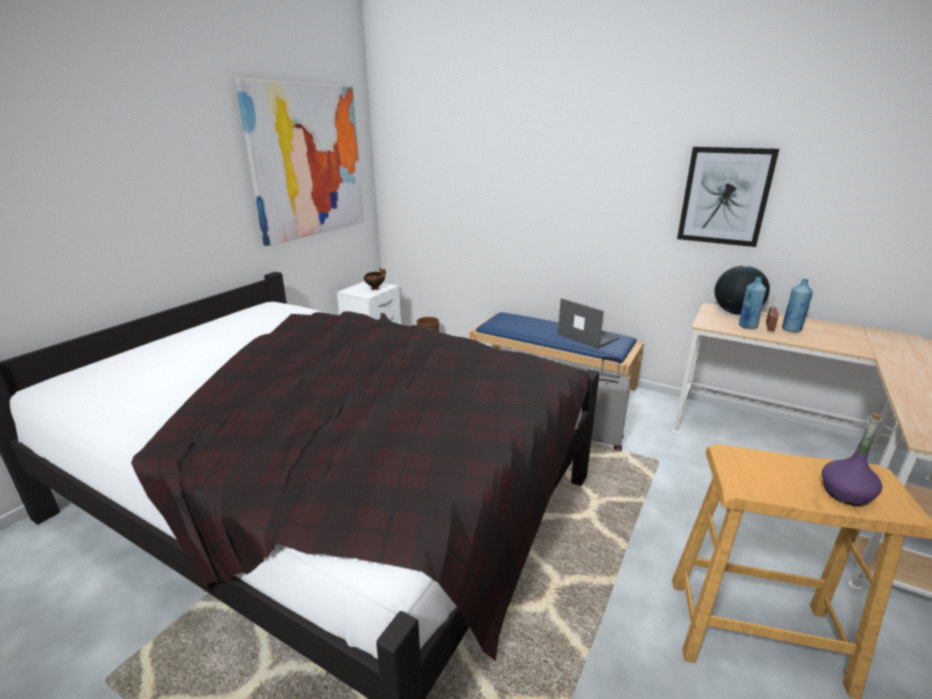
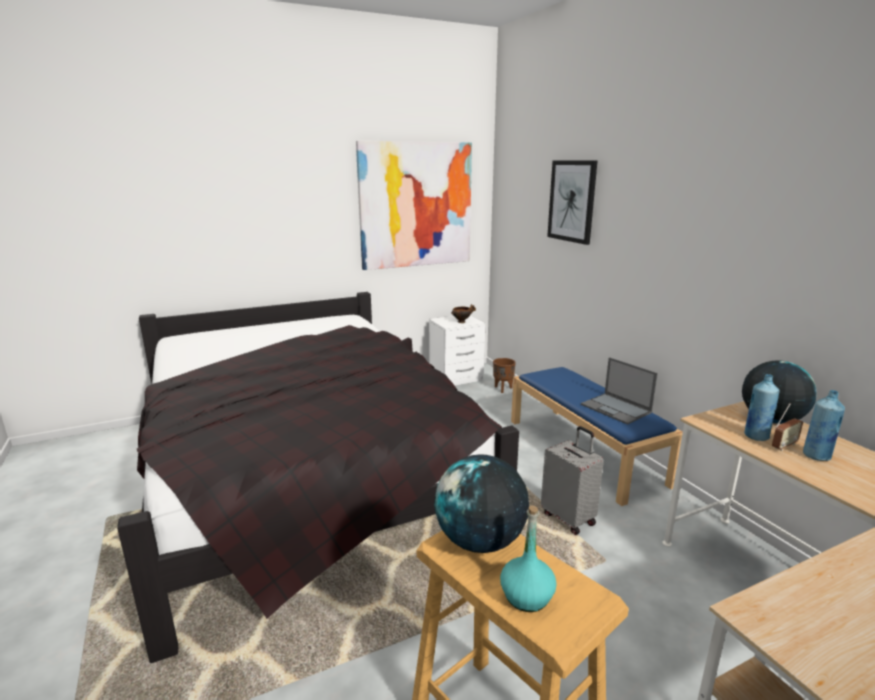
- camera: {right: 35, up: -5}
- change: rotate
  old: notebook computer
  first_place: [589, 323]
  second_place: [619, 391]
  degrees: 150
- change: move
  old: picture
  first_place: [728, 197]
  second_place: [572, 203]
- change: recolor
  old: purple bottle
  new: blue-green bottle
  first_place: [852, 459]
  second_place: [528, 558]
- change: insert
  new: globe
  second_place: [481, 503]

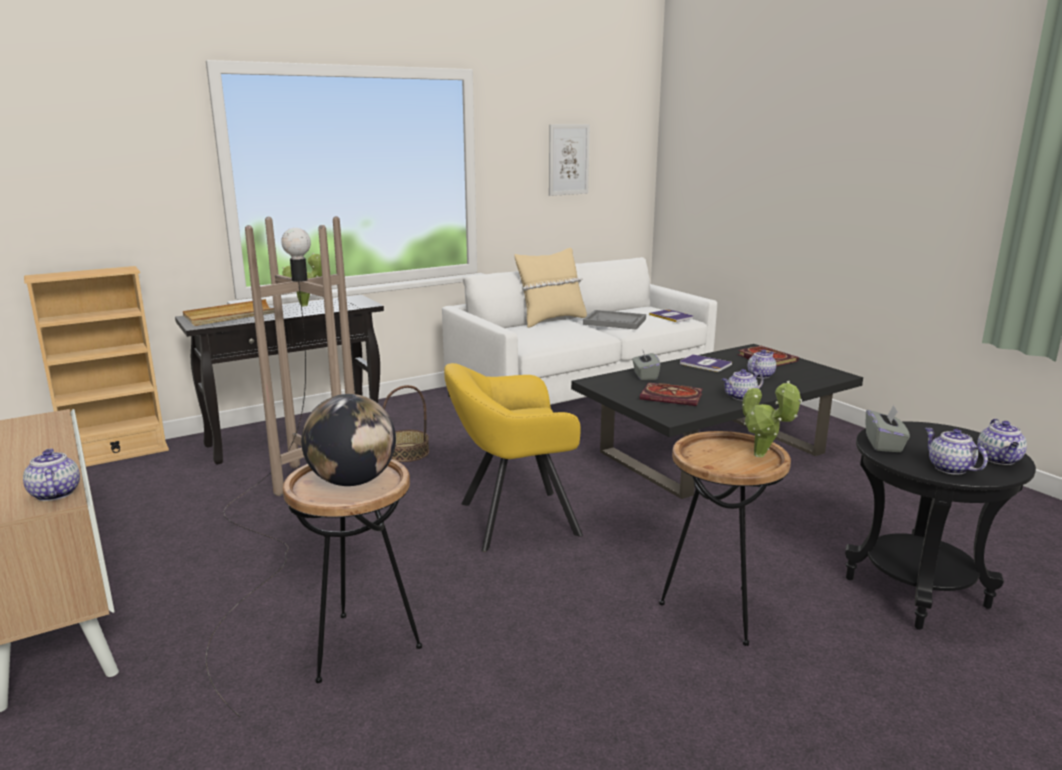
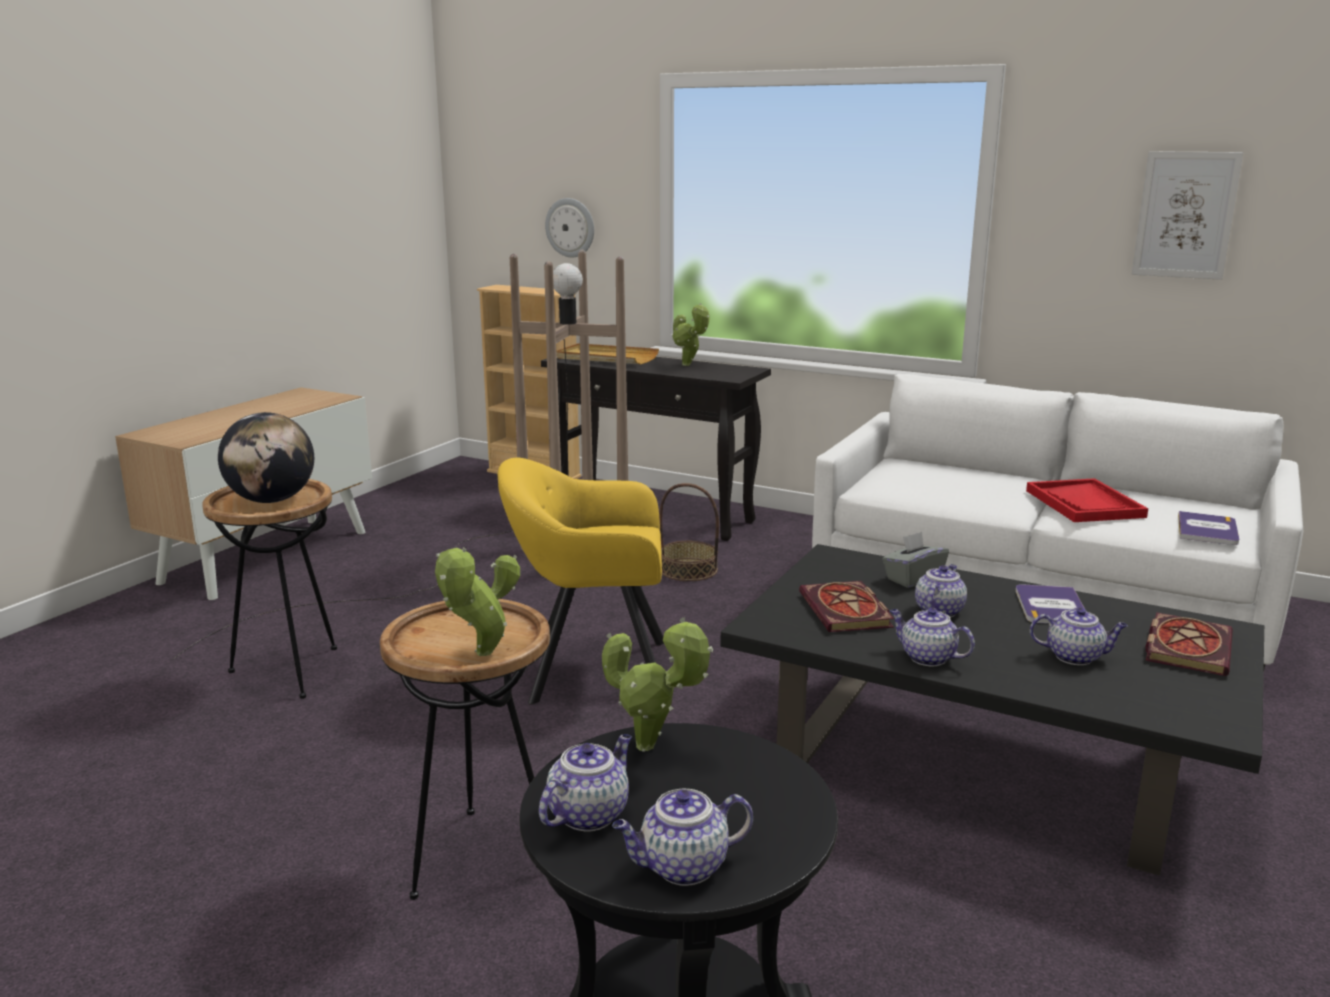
- camera: {right: 60, up: 0}
- change: move
  old: tea pot
  first_place: [51, 474]
  second_place: [941, 591]
- change: rotate
  old: yellowish lounge chair
  first_place: [513, 457]
  second_place: [581, 581]
  degrees: -45
- change: delete
  old: beige-coloured throw pillow
  first_place: [550, 288]
- change: recolor
  old: grey serving tray
  new: red serving tray
  first_place: [614, 319]
  second_place: [1087, 500]
- change: replace
  old: grey tissue box
  new: plant in a pot
  first_place: [888, 428]
  second_place: [657, 684]
- change: insert
  new: wall clock
  second_place: [569, 227]

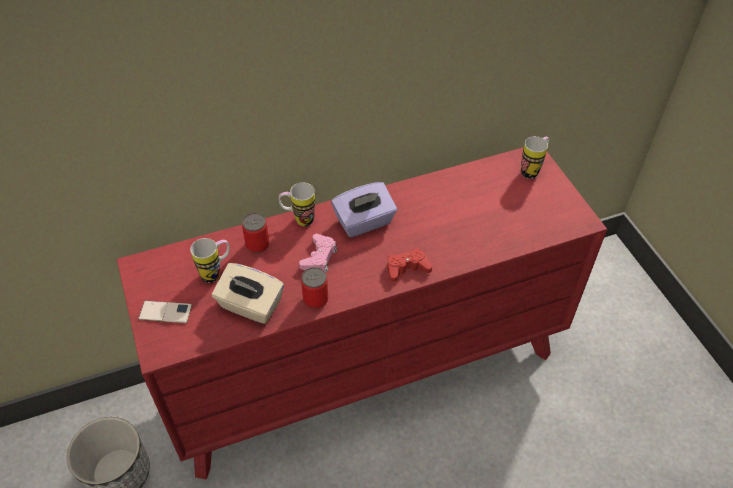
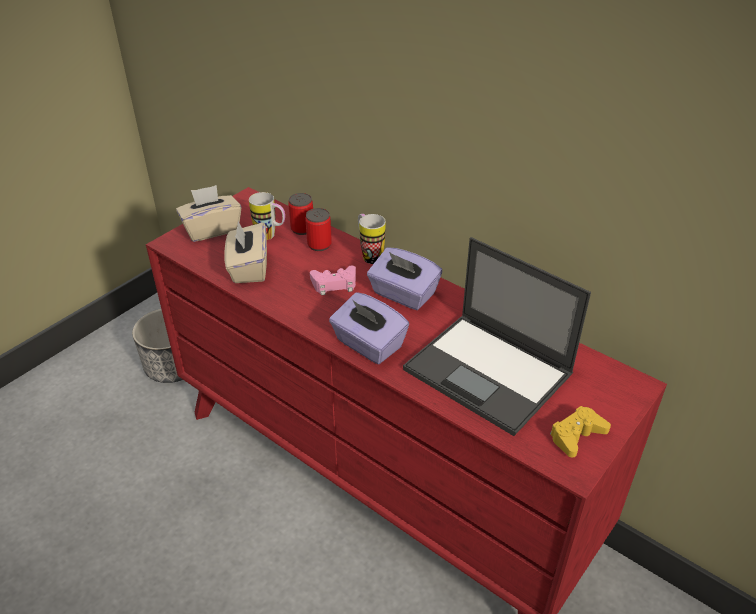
- camera: {right: 60, up: -10}
- change: replace
  old: handset
  new: beige-coloured tissue box
  first_place: [165, 312]
  second_place: [209, 213]
- change: move
  old: sealed can
  first_place: [314, 288]
  second_place: [300, 214]
- change: replace
  old: red joypad
  new: purple tissue box
  first_place: [410, 265]
  second_place: [369, 328]
- change: delete
  old: coffee mug
  first_place: [535, 157]
- change: insert
  new: notebook computer
  second_place: [497, 336]
- change: insert
  new: yellowish joypad
  second_place: [580, 431]

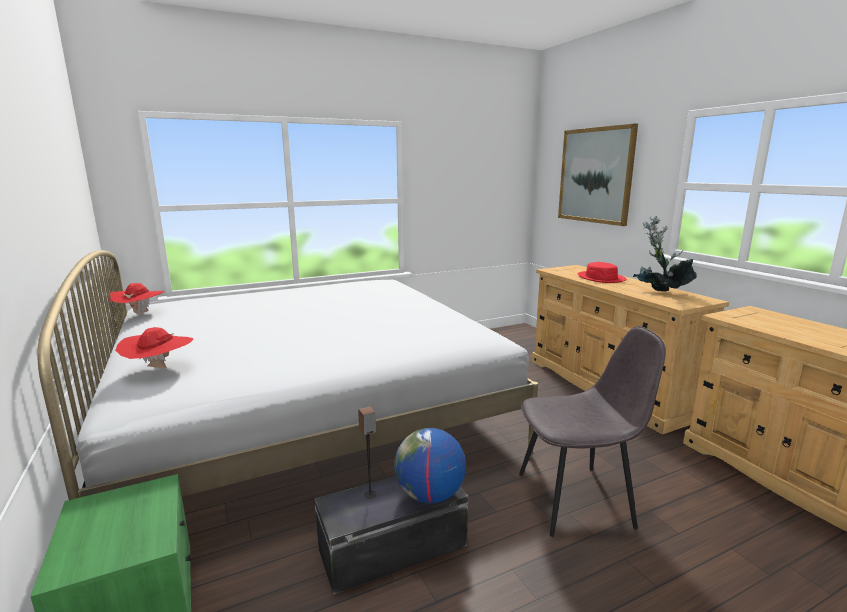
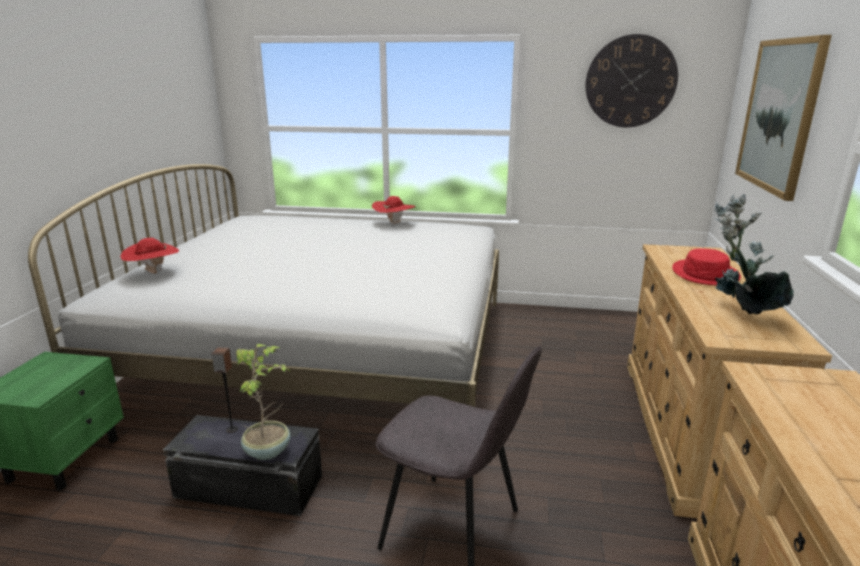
- camera: {right: 35, up: 5}
- change: move
  old: red clothing hat
  first_place: [136, 299]
  second_place: [393, 211]
- change: replace
  old: globe
  new: plant in a pot
  first_place: [430, 466]
  second_place: [263, 402]
- change: insert
  new: wall clock
  second_place: [632, 80]

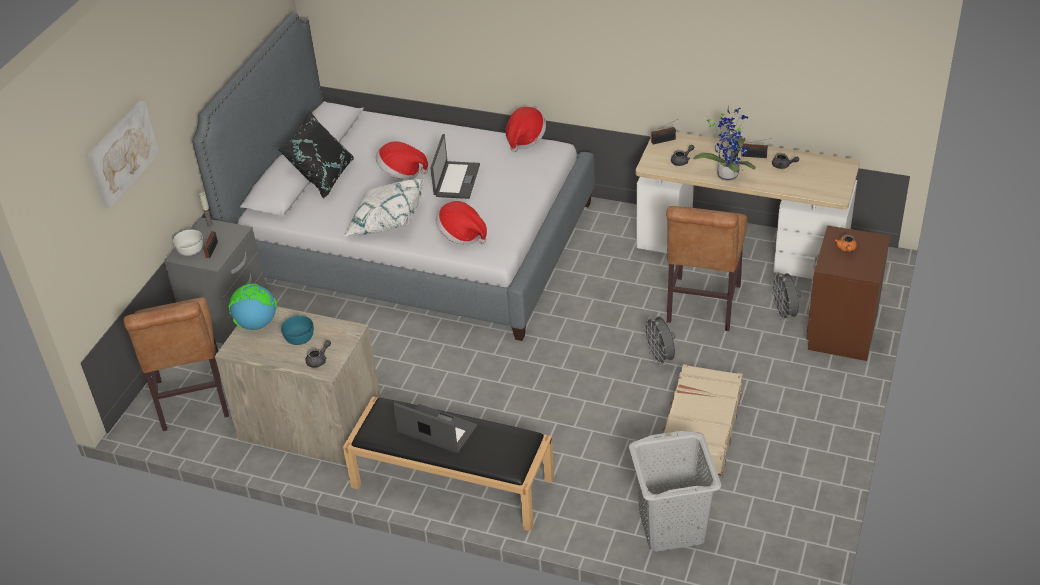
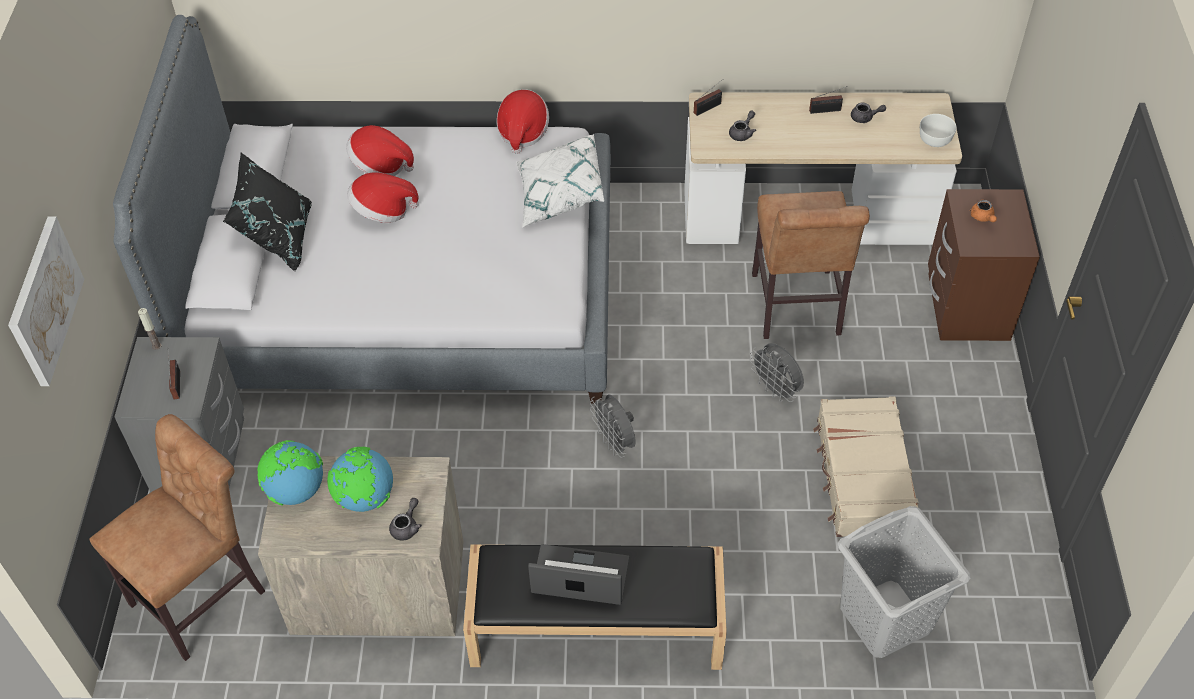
- camera: {right: -20, up: 10}
- change: rotate
  old: brownish chair
  first_place: [176, 364]
  second_place: [177, 537]
  degrees: -105
- change: move
  old: white serving bowl
  first_place: [188, 243]
  second_place: [938, 130]
- change: replace
  old: blue-green serving bowl
  new: globe
  first_place: [297, 330]
  second_place: [360, 479]
- change: move
  old: white throw pillow
  first_place: [384, 208]
  second_place: [560, 181]
- change: delete
  old: notebook computer
  first_place: [455, 166]
- change: move
  old: clothing hat
  first_place: [461, 223]
  second_place: [380, 150]
- change: delete
  old: plant in a pot
  first_place: [725, 143]
- change: move
  old: grey fan
  first_place: [785, 296]
  second_place: [612, 426]

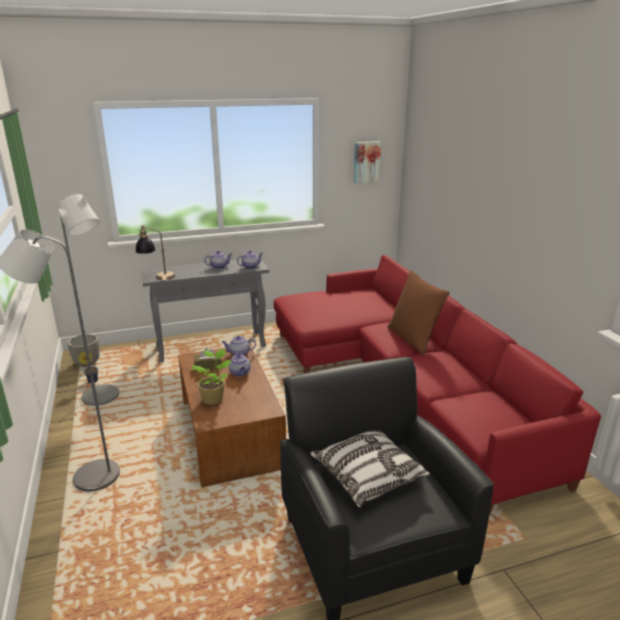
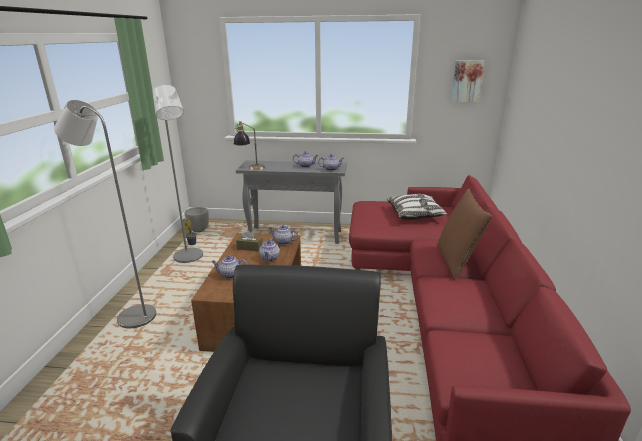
- camera: {right: 25, up: 0}
- change: replace
  old: plant in a pot
  new: tea pot
  first_place: [210, 377]
  second_place: [229, 267]
- change: move
  old: throw pillow
  first_place: [370, 469]
  second_place: [417, 207]

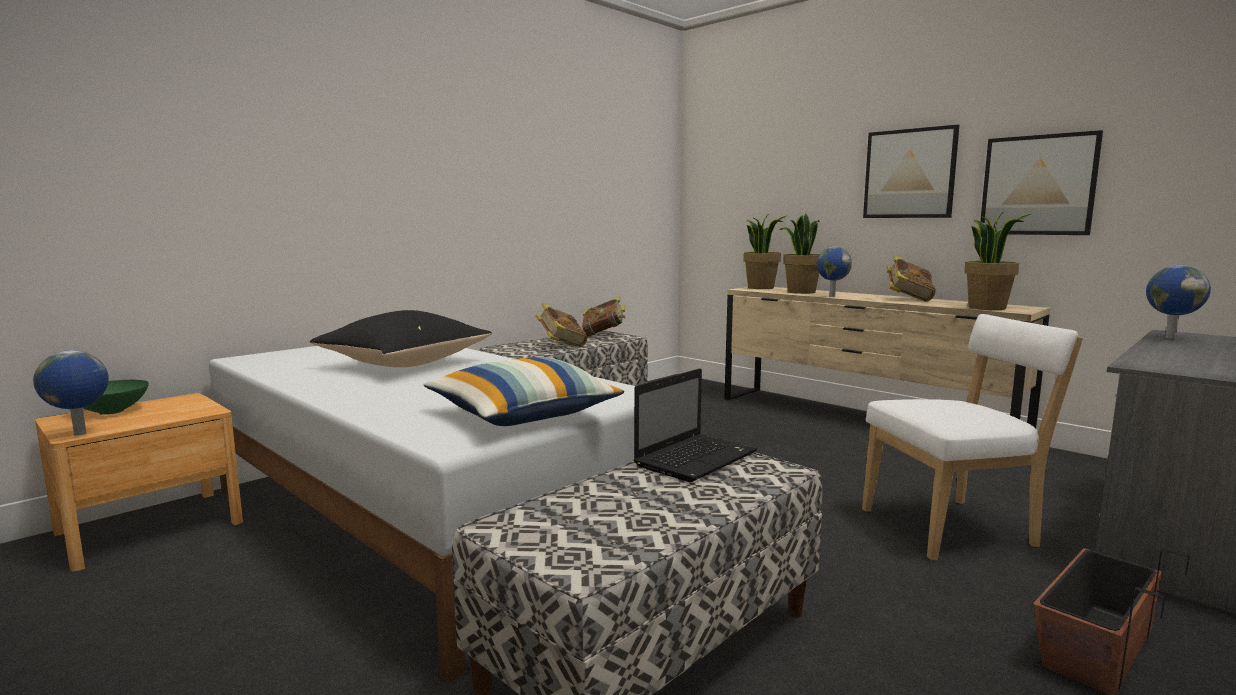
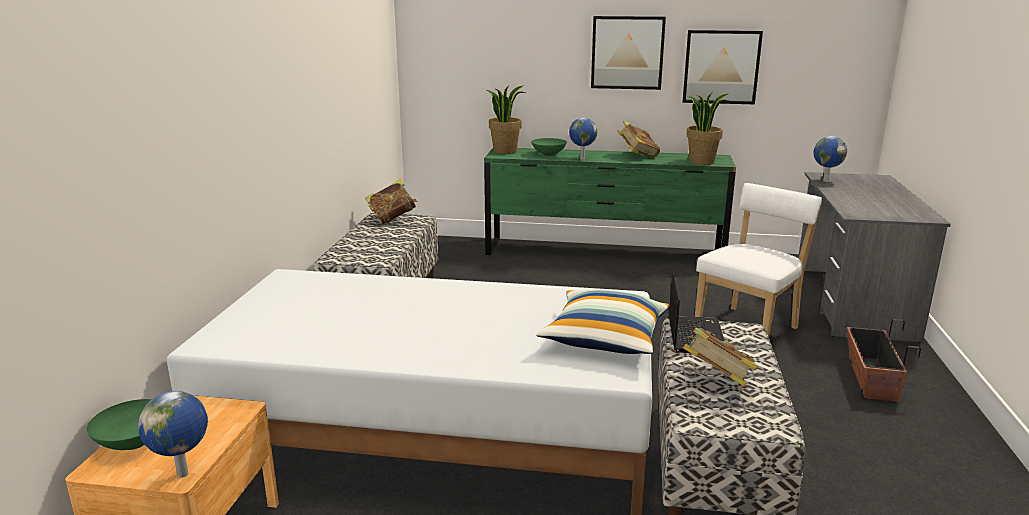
- camera: {right: -35, up: 10}
- change: delete
  old: black-coloured throw pillow
  first_place: [401, 338]
- change: move
  old: bound book
  first_place: [561, 325]
  second_place: [720, 356]
- change: recolor
  old: beige-coloured dresser
  new: greenish dresser
  first_place: [887, 357]
  second_place: [610, 201]
- change: replace
  old: plant in a pot
  new: greenish serving bowl
  first_place: [800, 254]
  second_place: [549, 147]

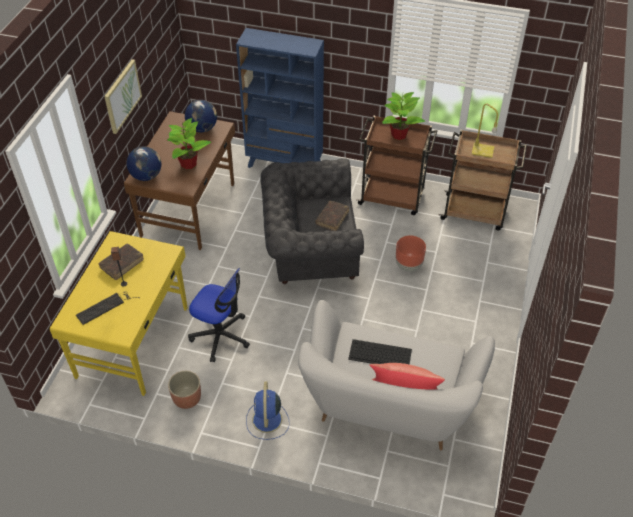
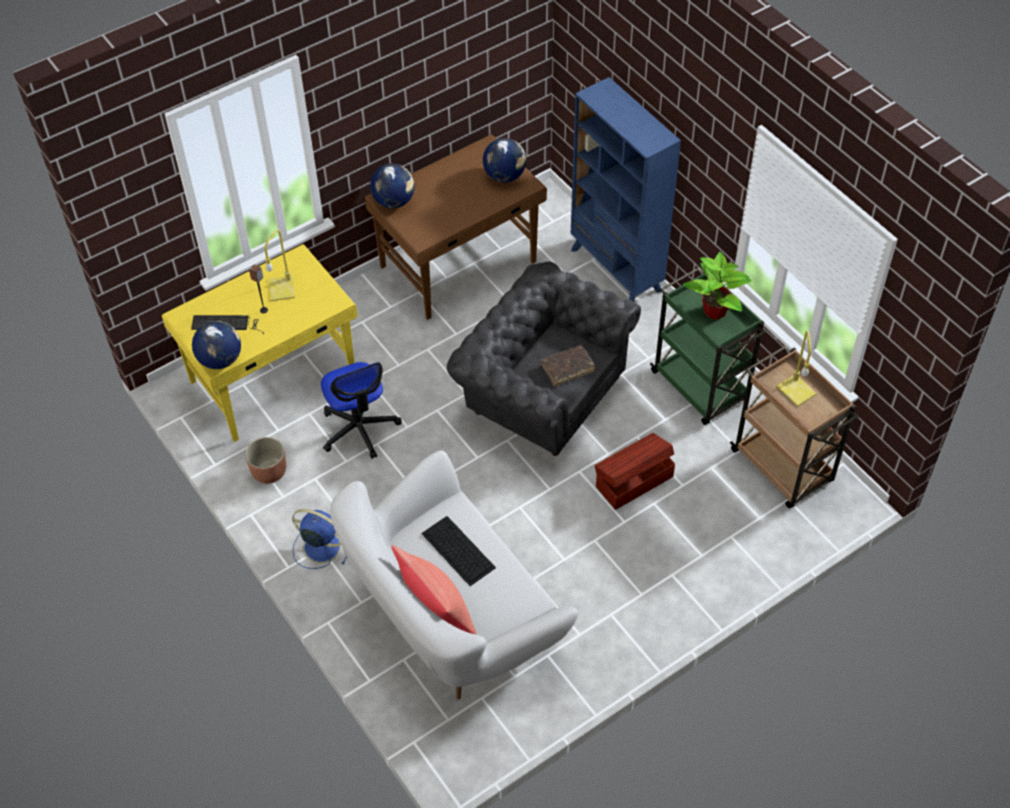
- camera: {right: 40, up: 5}
- change: replace
  old: brownish bound book
  new: yellowish lamp for a table
  first_place: [121, 262]
  second_place: [279, 265]
- change: delete
  old: picture
  first_place: [123, 96]
- change: delete
  old: plant in a pot
  first_place: [189, 144]
- change: rotate
  old: blue fan
  first_place: [267, 411]
  second_place: [319, 539]
  degrees: 75
- change: recolor
  old: brownish trolley
  new: greenish trolley
  first_place: [396, 165]
  second_place: [708, 346]
- change: replace
  old: brownish planter
  new: brownish storage container
  first_place: [411, 253]
  second_place: [635, 471]
- change: insert
  new: globe
  second_place: [216, 345]

